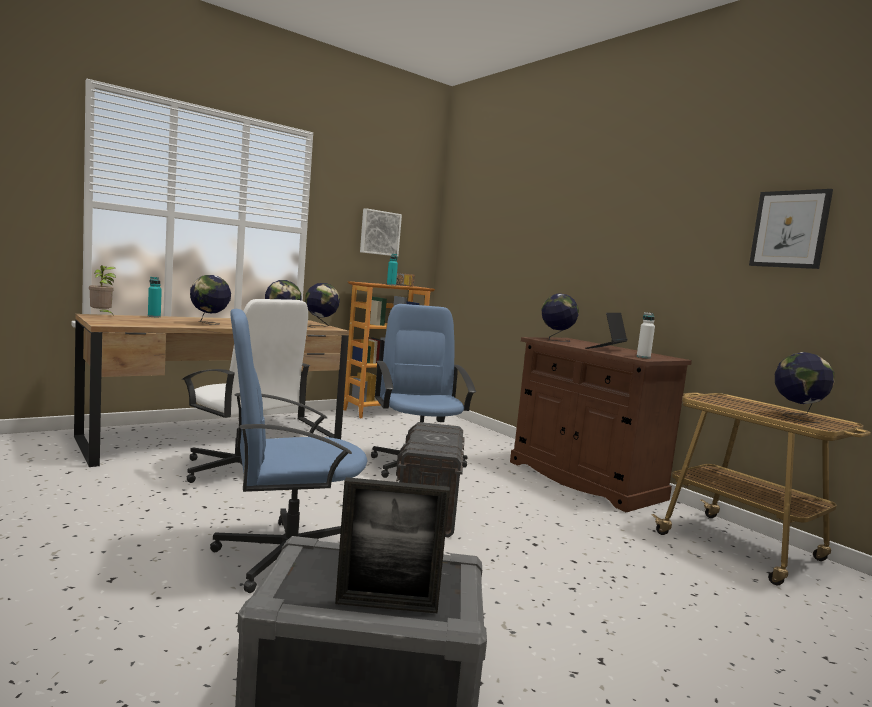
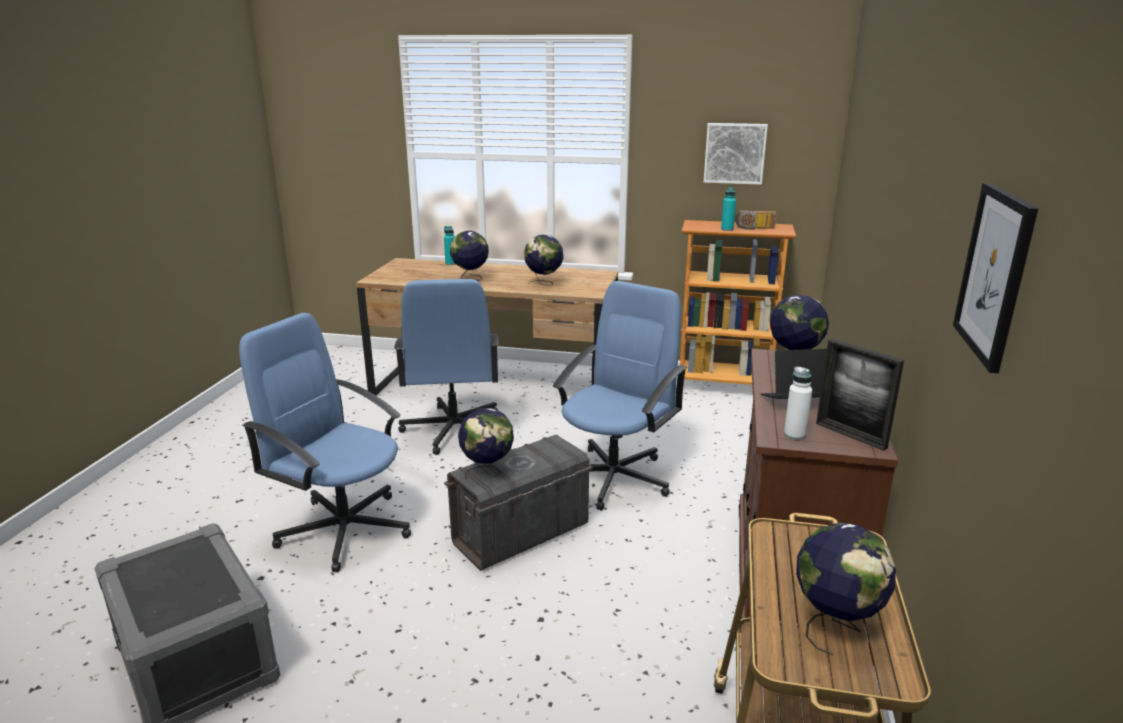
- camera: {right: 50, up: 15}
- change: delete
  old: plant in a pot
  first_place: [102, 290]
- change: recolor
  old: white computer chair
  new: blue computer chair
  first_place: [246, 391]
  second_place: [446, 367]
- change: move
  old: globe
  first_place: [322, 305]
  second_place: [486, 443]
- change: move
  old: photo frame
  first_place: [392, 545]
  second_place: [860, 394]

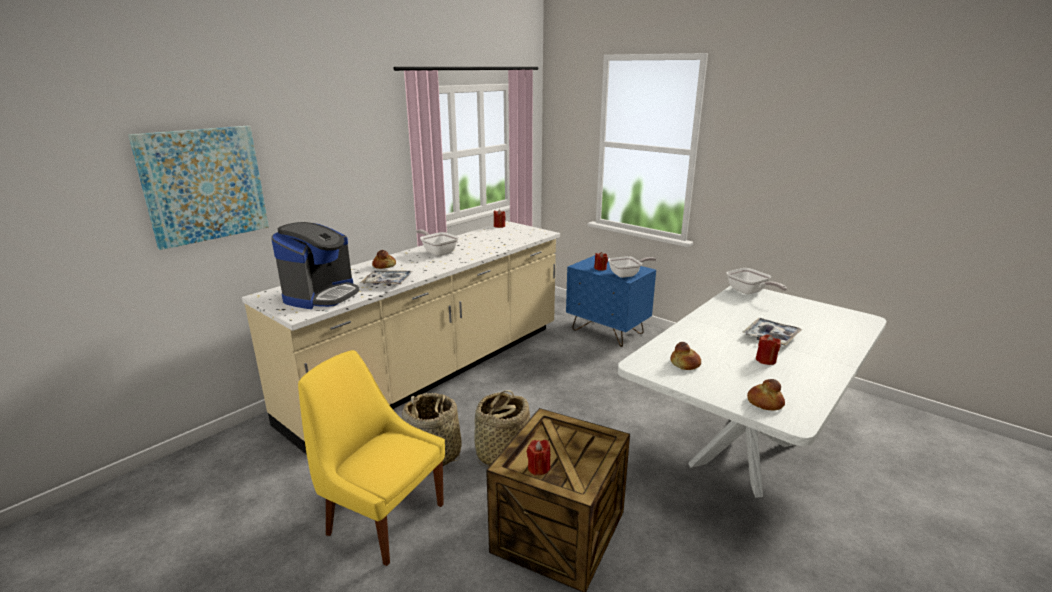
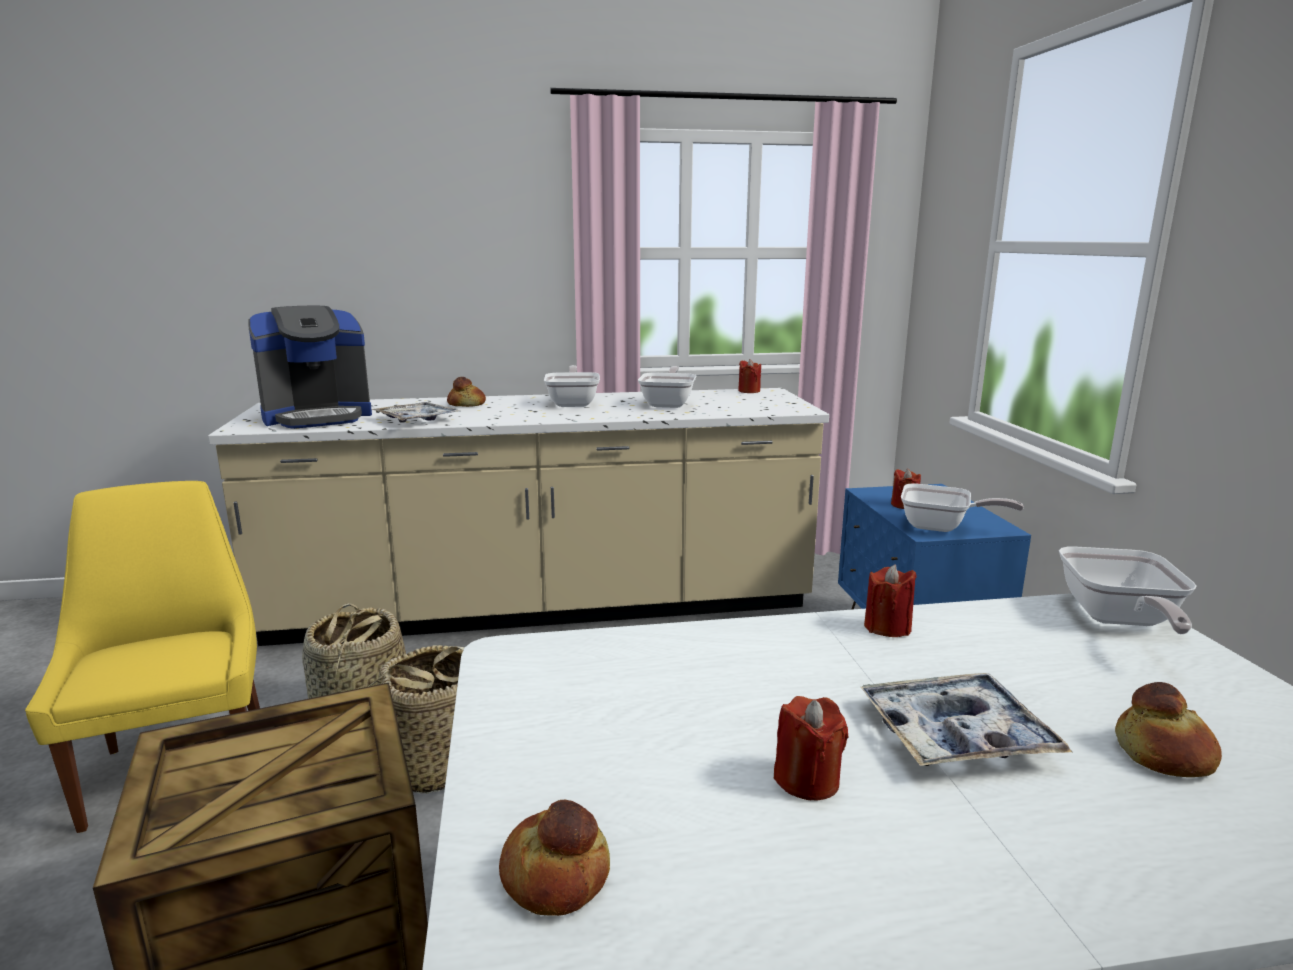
- camera: {right: 40, up: -5}
- change: delete
  old: picture
  first_place: [198, 188]
- change: move
  old: red wax light
  first_place: [538, 458]
  second_place: [890, 600]
- change: move
  old: baked bread
  first_place: [685, 356]
  second_place: [1168, 729]
- change: insert
  new: frying pan
  second_place: [667, 387]

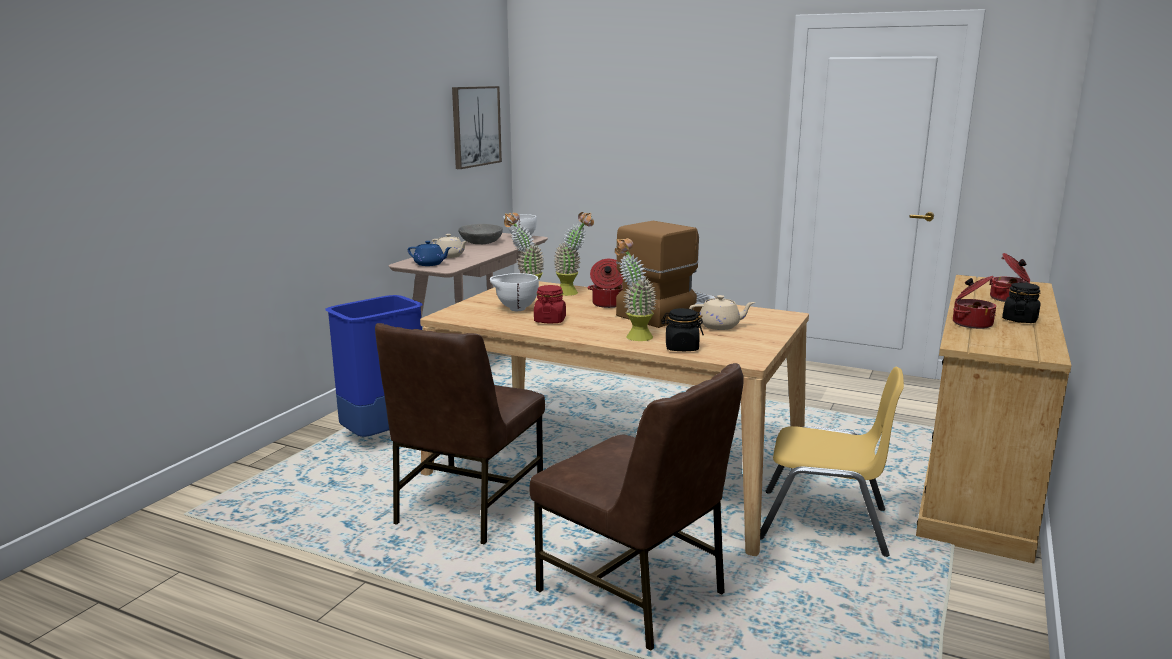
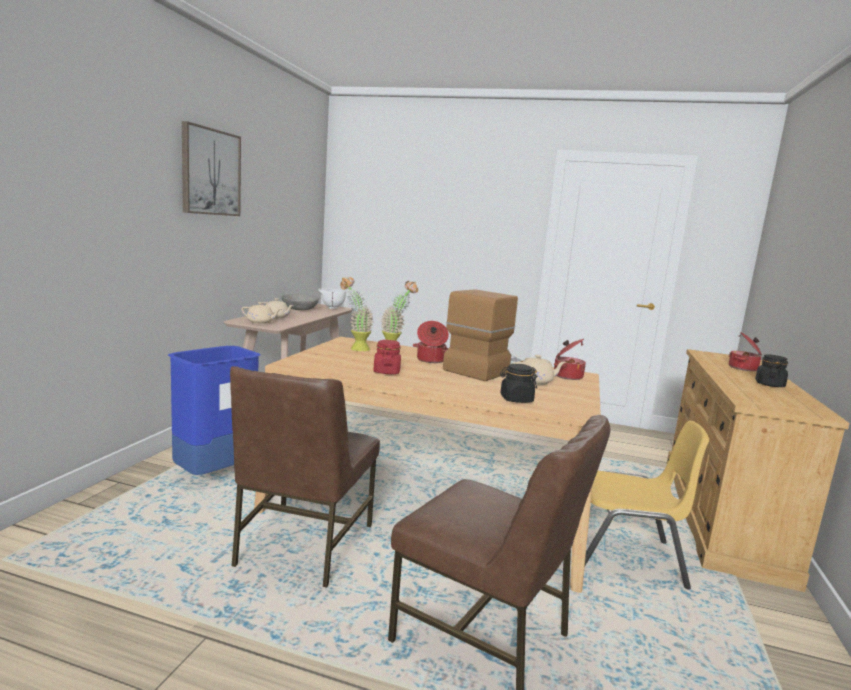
- camera: {right: -10, up: -5}
- change: recolor
  old: blue tea pot
  new: beige-coloured tea pot
  first_place: [430, 253]
  second_place: [261, 313]
- change: move
  old: picture
  first_place: [477, 127]
  second_place: [211, 168]
- change: delete
  old: white serving bowl
  first_place: [514, 292]
- change: delete
  old: plant in a pot
  first_place: [636, 289]
- change: move
  old: cooking pot
  first_place: [974, 302]
  second_place: [570, 359]

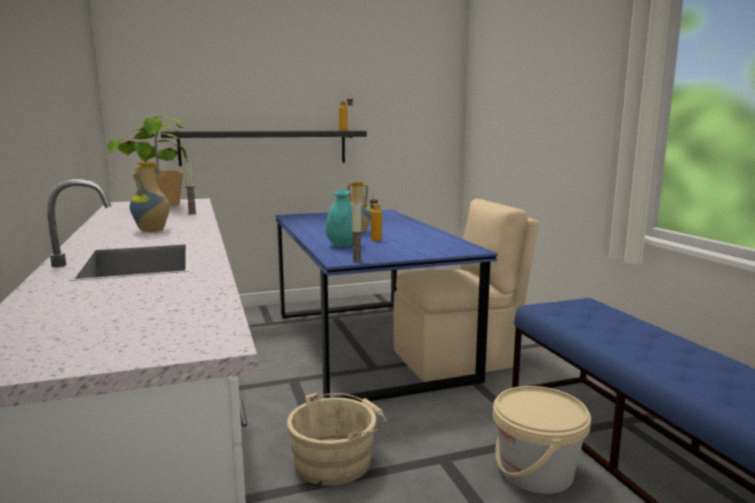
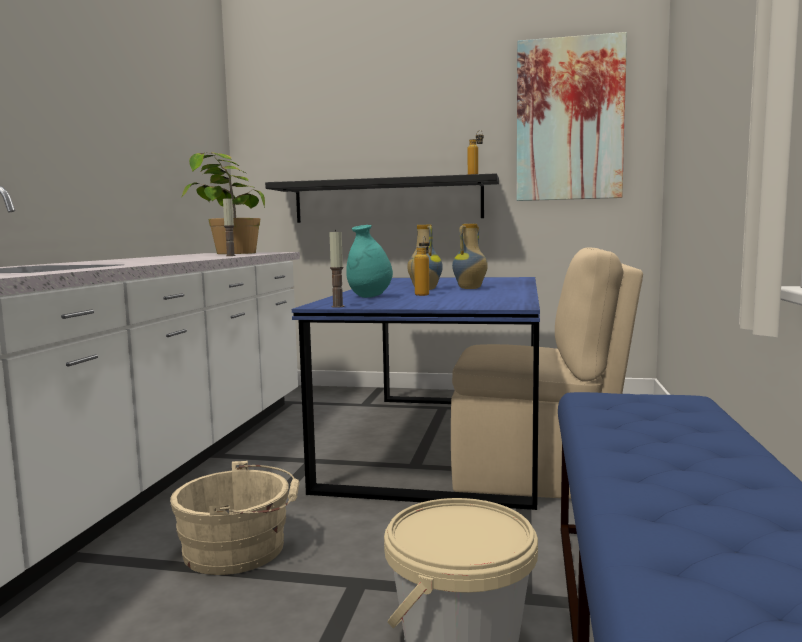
- camera: {right: 30, up: -5}
- change: move
  old: flower vase
  first_place: [150, 197]
  second_place: [470, 256]
- change: insert
  new: picture
  second_place: [572, 116]

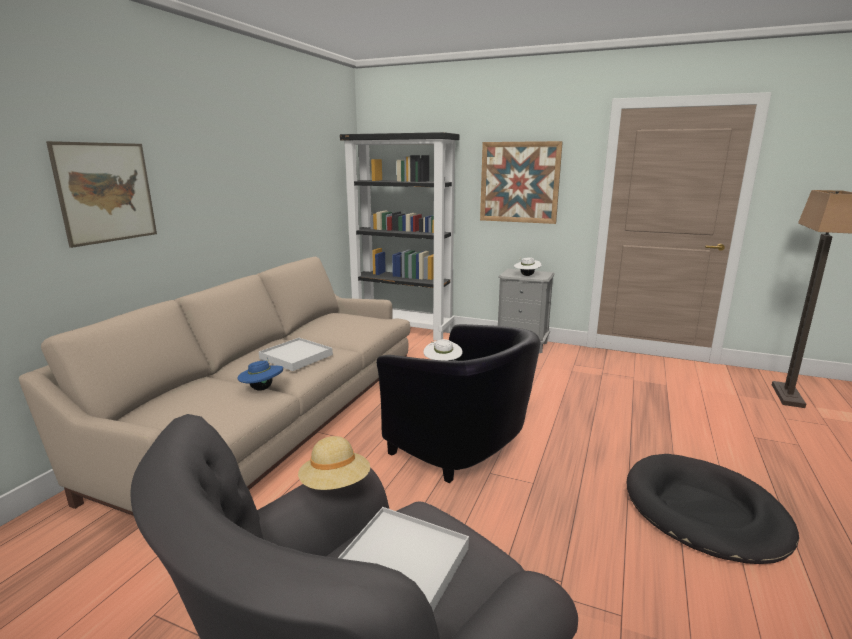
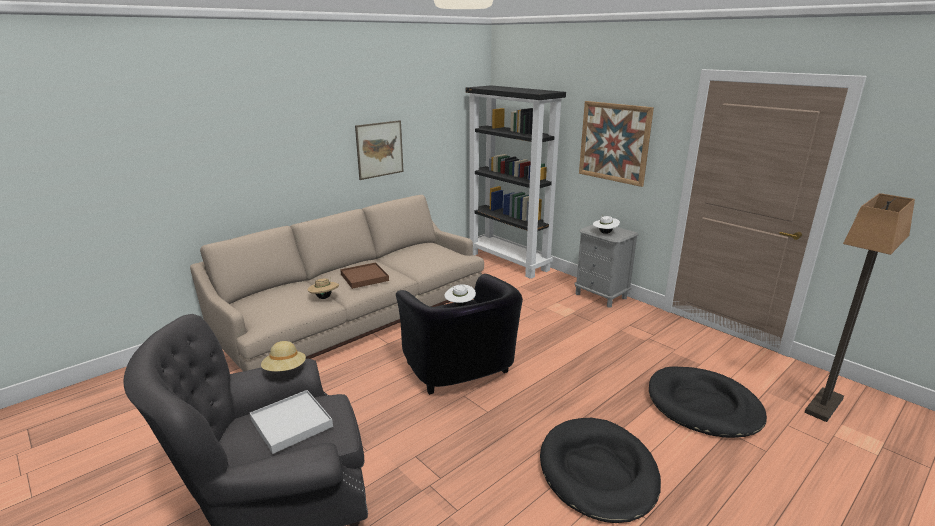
- camera: {right: 25, up: 5}
- change: move
  old: picture
  first_place: [101, 194]
  second_place: [379, 150]
- change: recolor
  old: blue clothing hat
  new: beige-coloured clothing hat
  first_place: [260, 374]
  second_place: [323, 288]
- change: recolor
  old: white serving tray
  new: brownish serving tray
  first_place: [296, 354]
  second_place: [364, 276]
- change: insert
  new: black-coloured pet bed
  second_place: [708, 402]

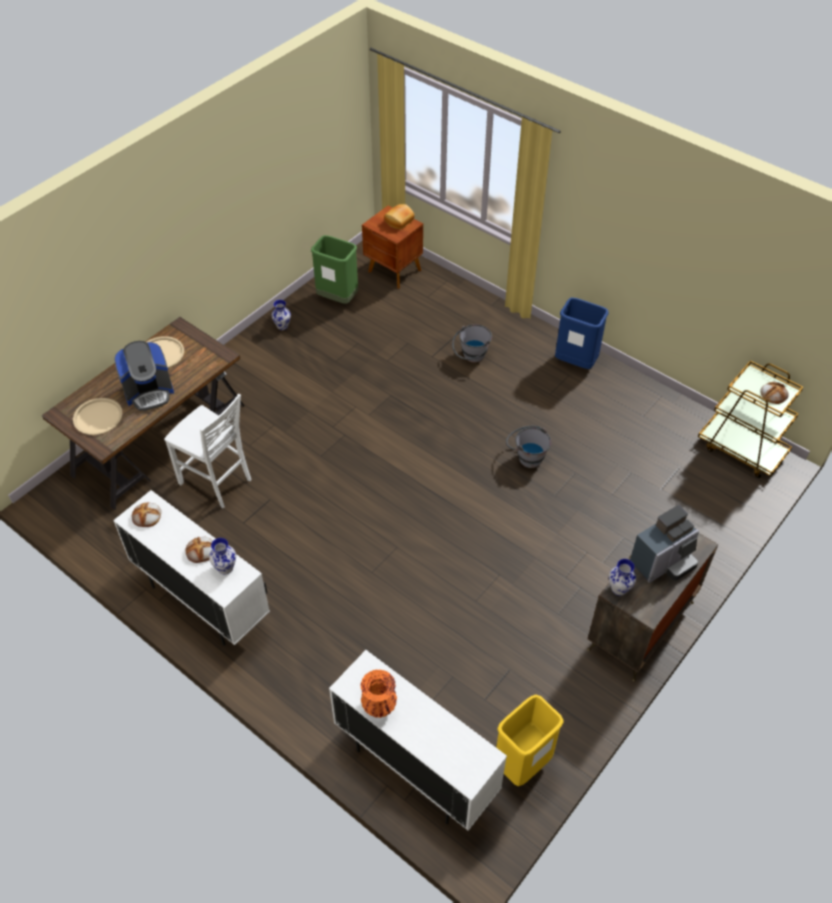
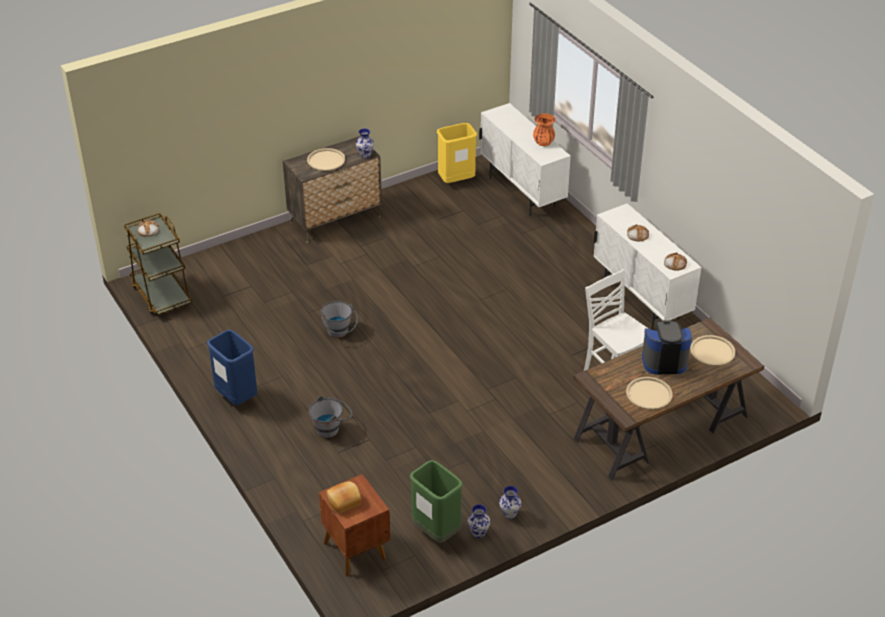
- camera: {right: -160, up: -10}
- change: move
  old: flower vase
  first_place: [222, 556]
  second_place: [479, 521]
- change: replace
  old: coffee machine
  new: beige-coloured serving tray
  first_place: [664, 544]
  second_place: [326, 159]

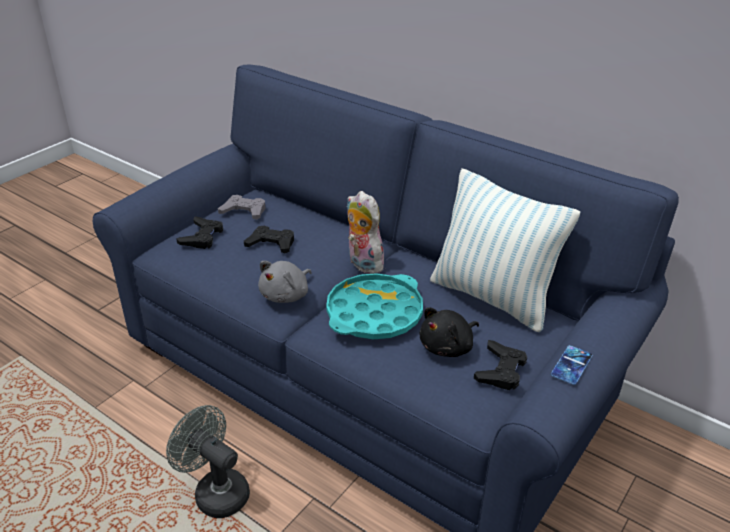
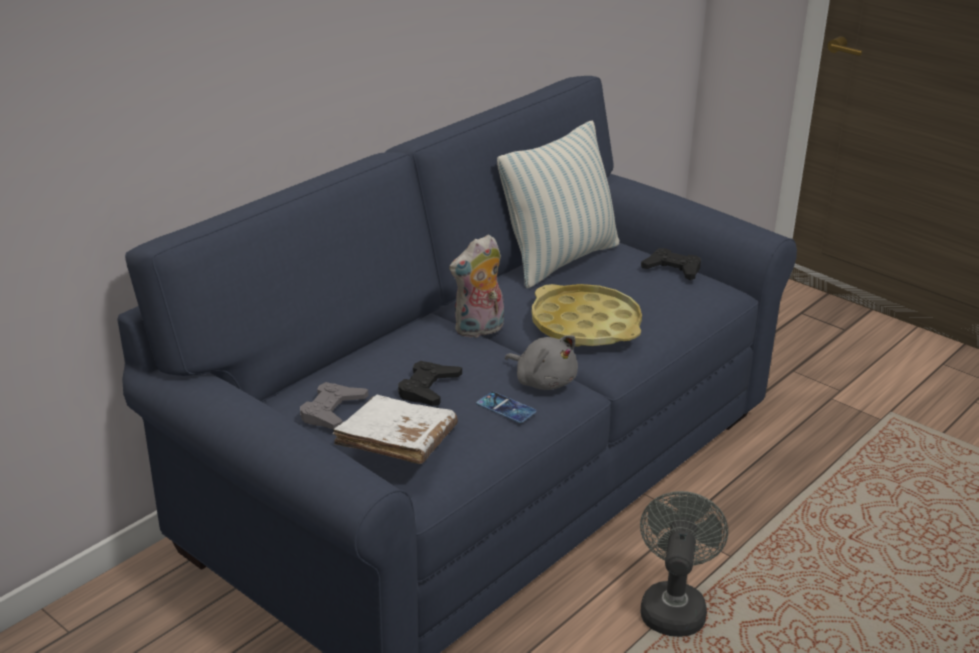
- camera: {right: -85, up: -5}
- change: rotate
  old: grey fan
  first_place: [208, 461]
  second_place: [684, 564]
  degrees: 150
- change: replace
  old: black-coloured joypad
  new: white bound book
  first_place: [199, 232]
  second_place: [395, 429]
- change: recolor
  old: blue-green serving tray
  new: yellowish serving tray
  first_place: [374, 306]
  second_place: [587, 315]
- change: delete
  old: black-coloured cuddly toy
  first_place: [449, 332]
- change: move
  old: handset
  first_place: [572, 365]
  second_place: [506, 407]

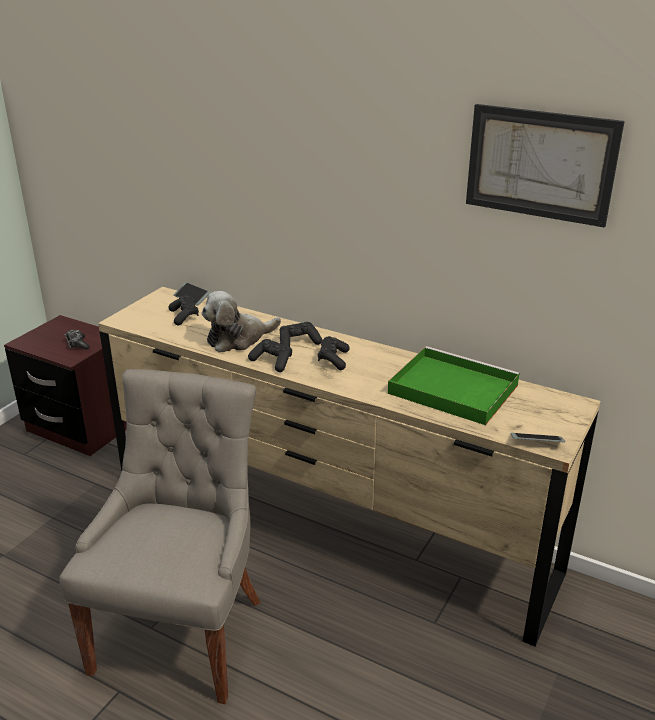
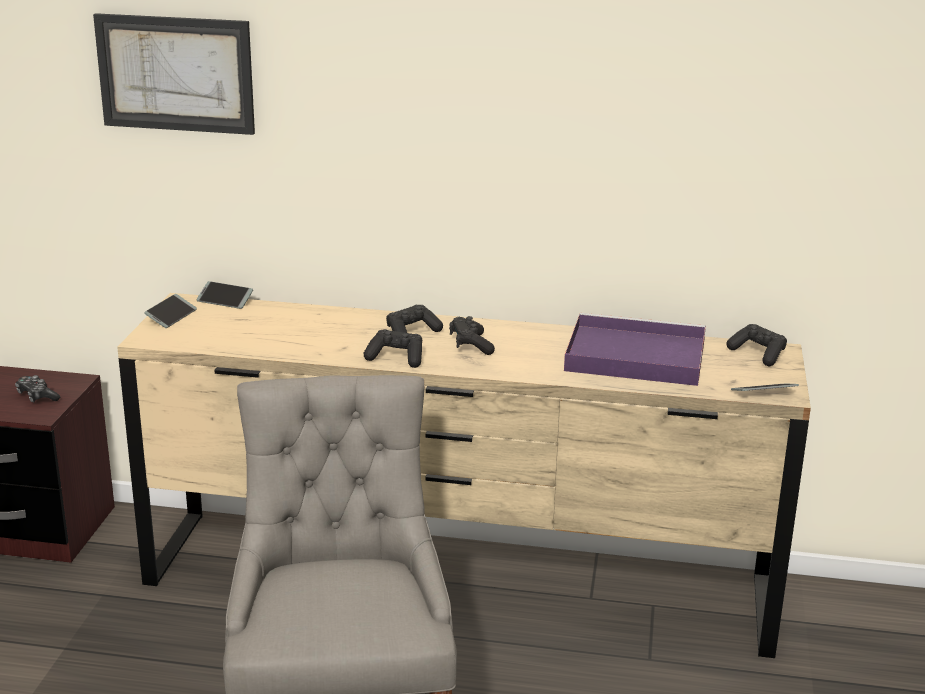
- camera: {right: -20, up: -5}
- change: move
  old: black-coloured joypad
  first_place: [183, 310]
  second_place: [756, 345]
- change: delete
  old: cuddly toy
  first_place: [241, 322]
- change: recolor
  old: greenish serving tray
  new: purple serving tray
  first_place: [454, 385]
  second_place: [635, 349]
- change: move
  old: picture
  first_place: [545, 166]
  second_place: [174, 74]
- change: insert
  new: handset
  second_place: [170, 311]

